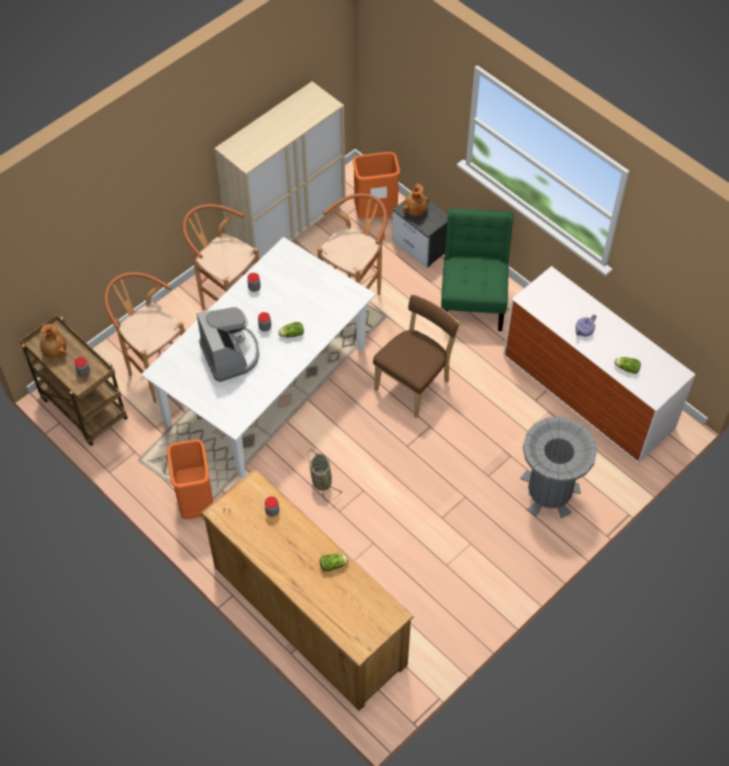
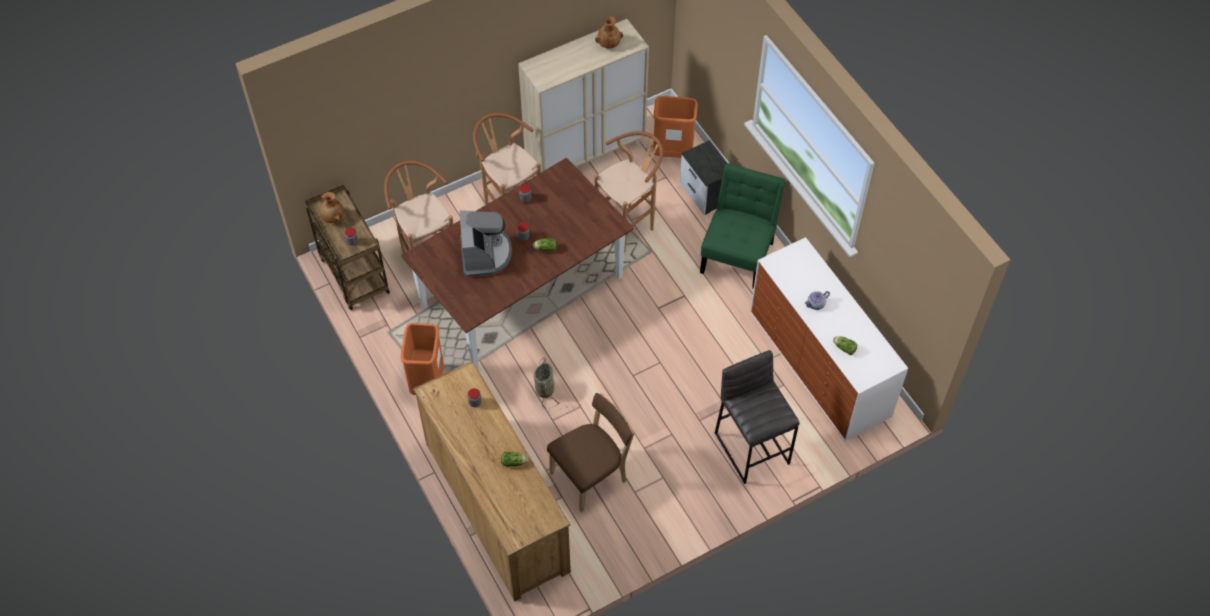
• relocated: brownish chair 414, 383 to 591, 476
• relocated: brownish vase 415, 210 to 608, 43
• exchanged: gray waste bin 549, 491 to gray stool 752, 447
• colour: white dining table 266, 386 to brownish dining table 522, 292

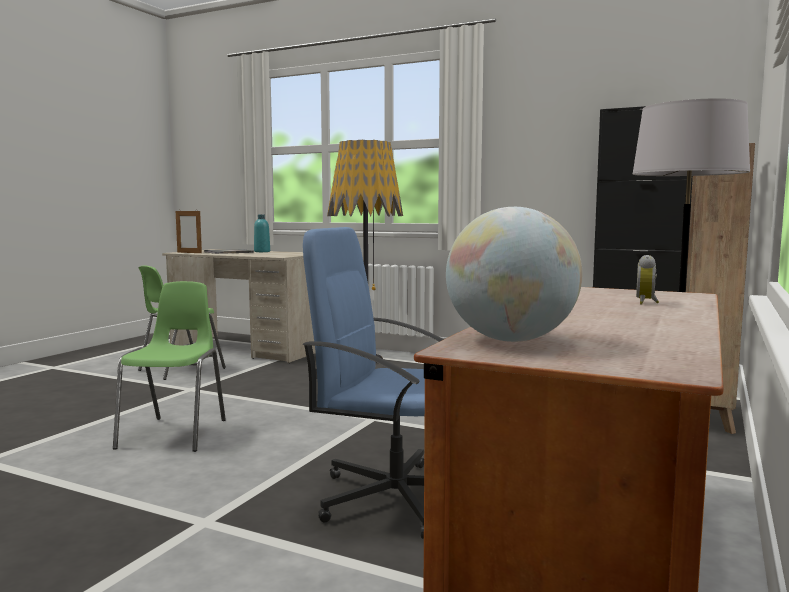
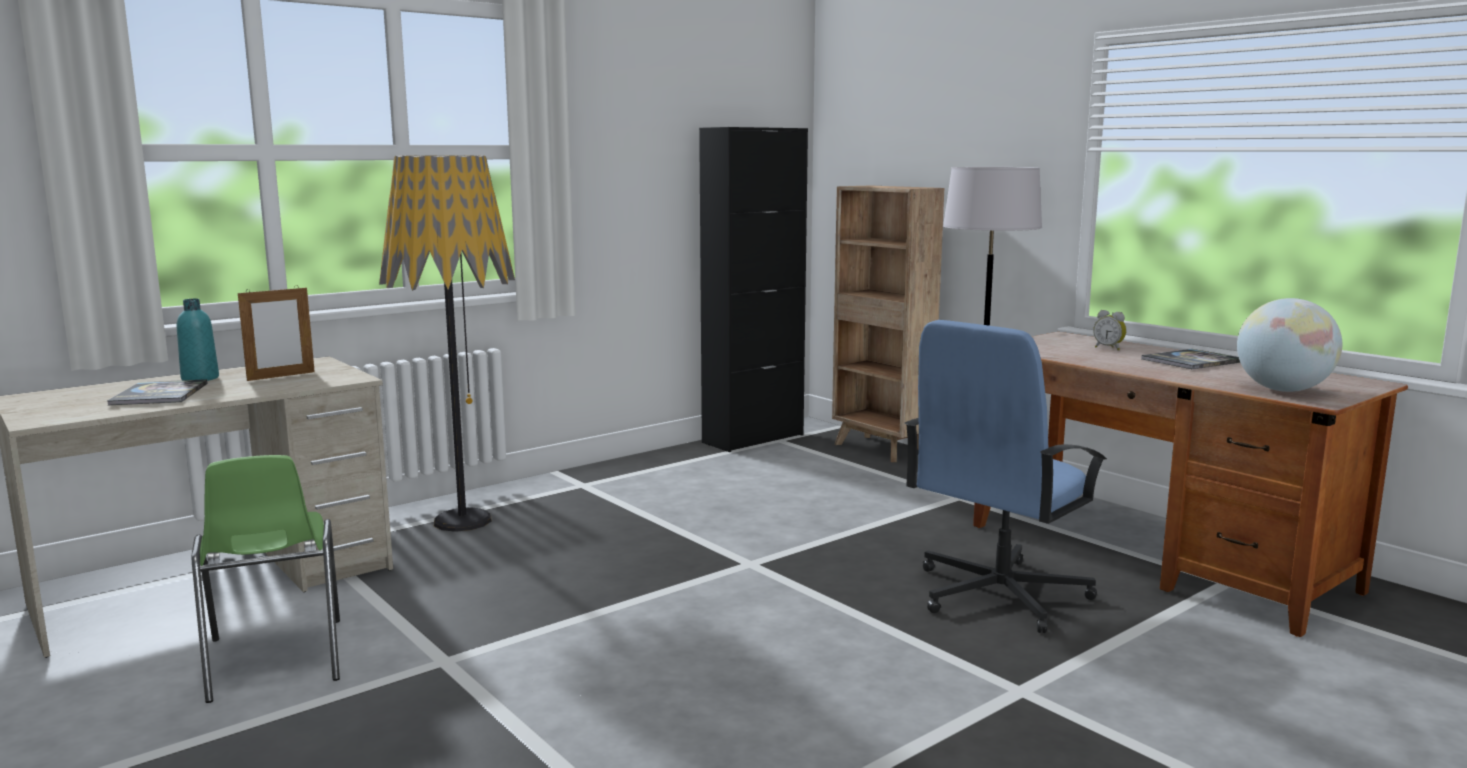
• missing: greenish chair 175, 433
• appeared: bound book 1191, 361
• relocated: photo frame 189, 252 to 281, 376

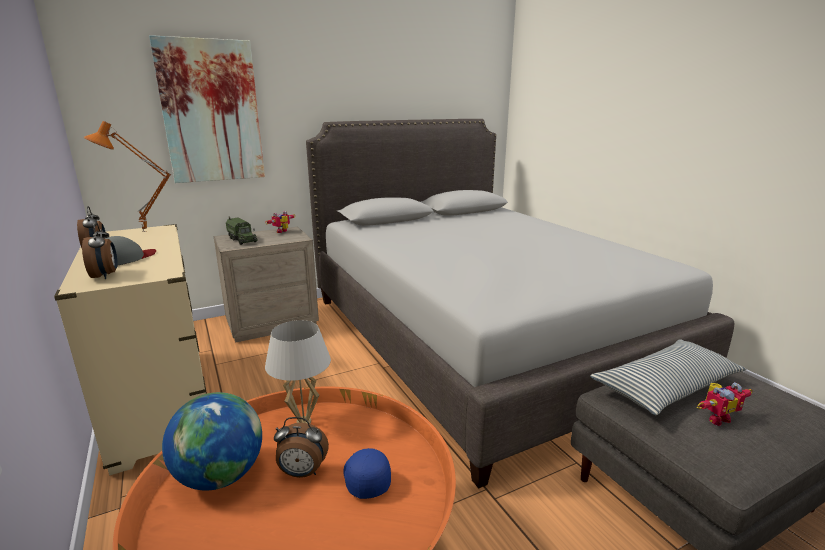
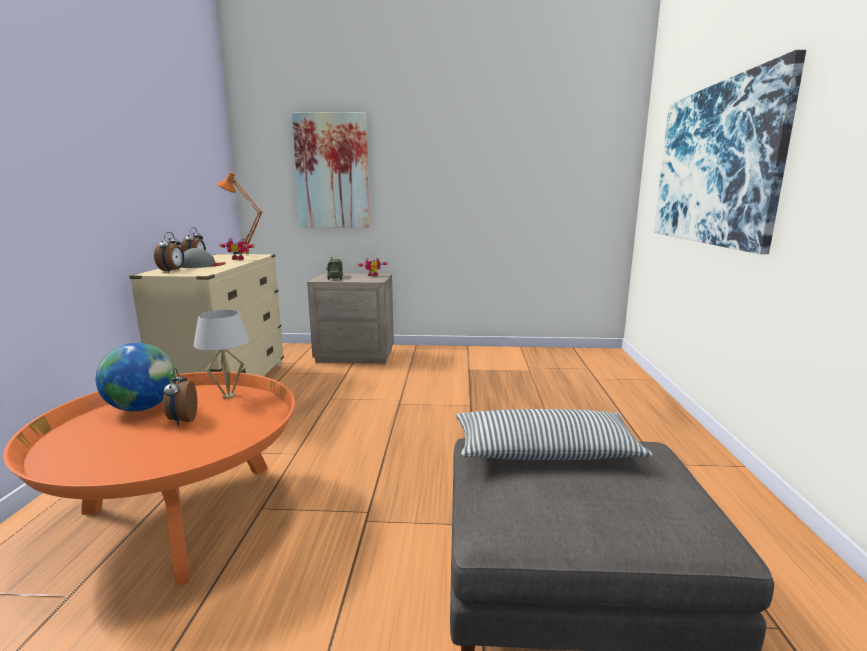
• missing: gray bed 480, 337
• missing: blue baseball cap 365, 478
• appeared: picture 714, 165
• relocated: model robot 715, 418 to 239, 259
• spun: table clock 302, 473 = 182, 420 45 degrees clockwise

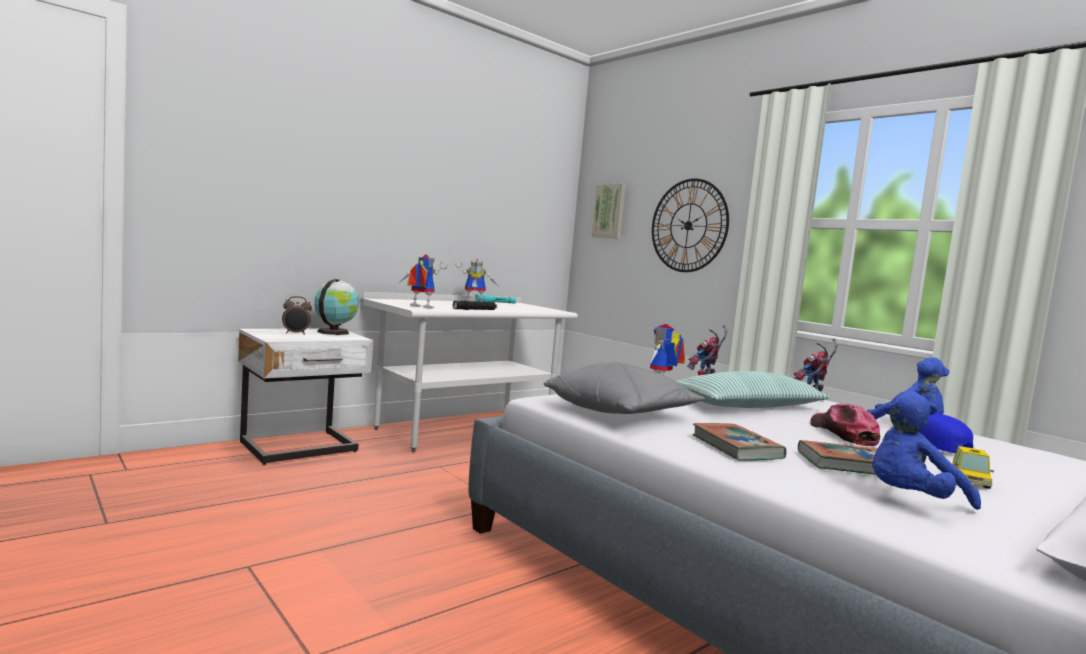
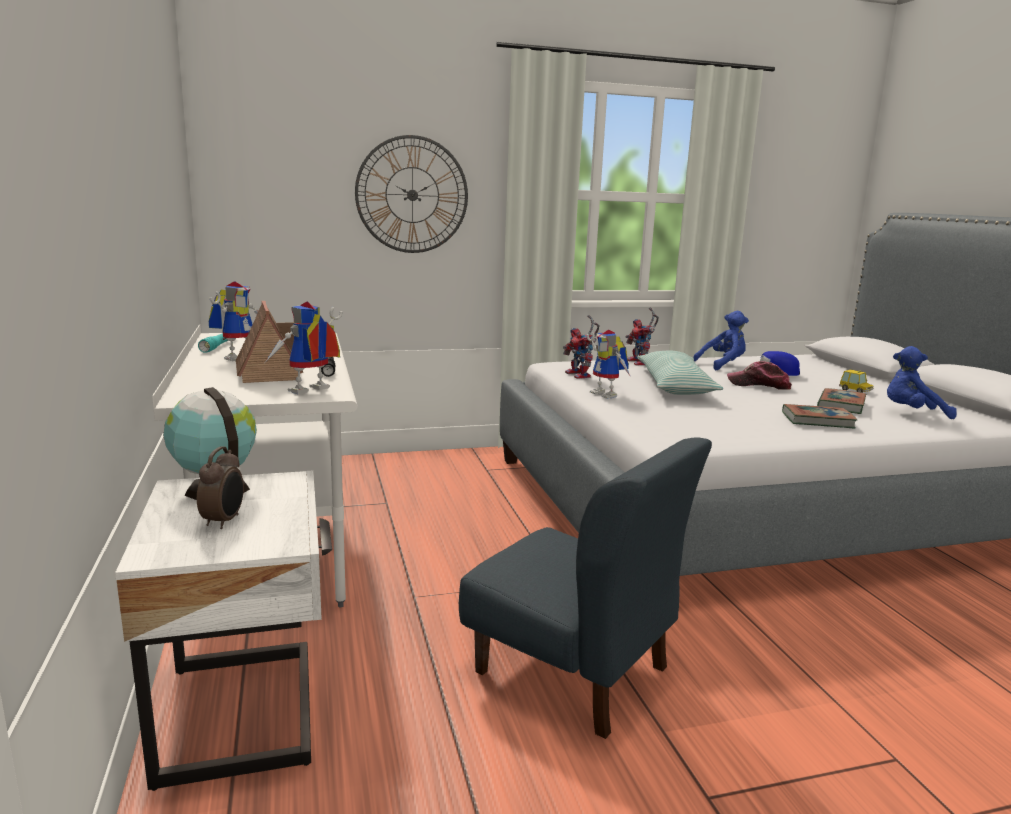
• missing: gray cushion 621, 413
• missing: picture 610, 211
• appeared: model house 268, 373
• appeared: blue chair 573, 670
• spun: blue cuddly toy 910, 501 = 912, 413 90 degrees clockwise

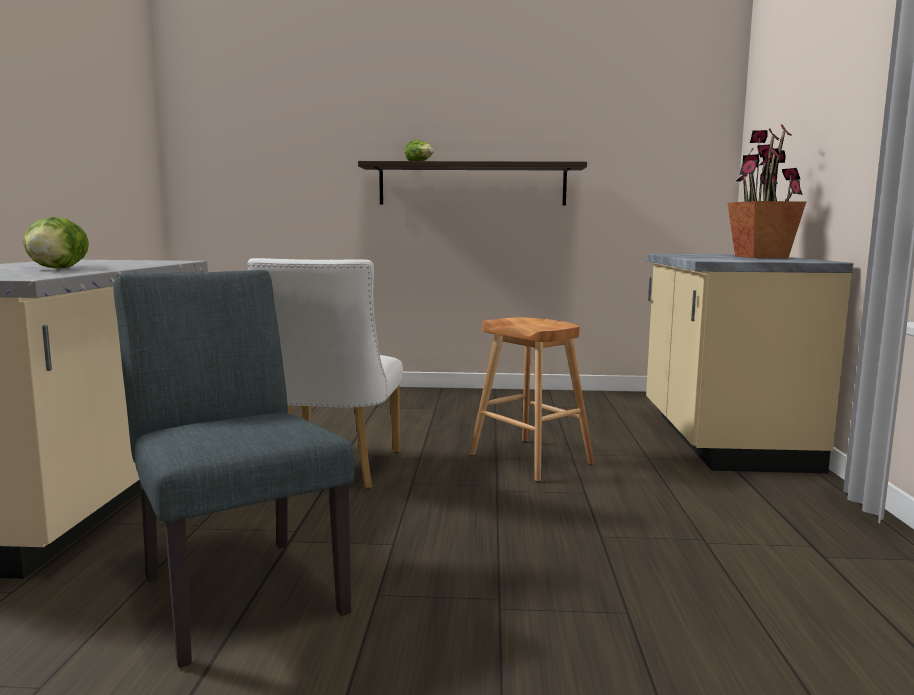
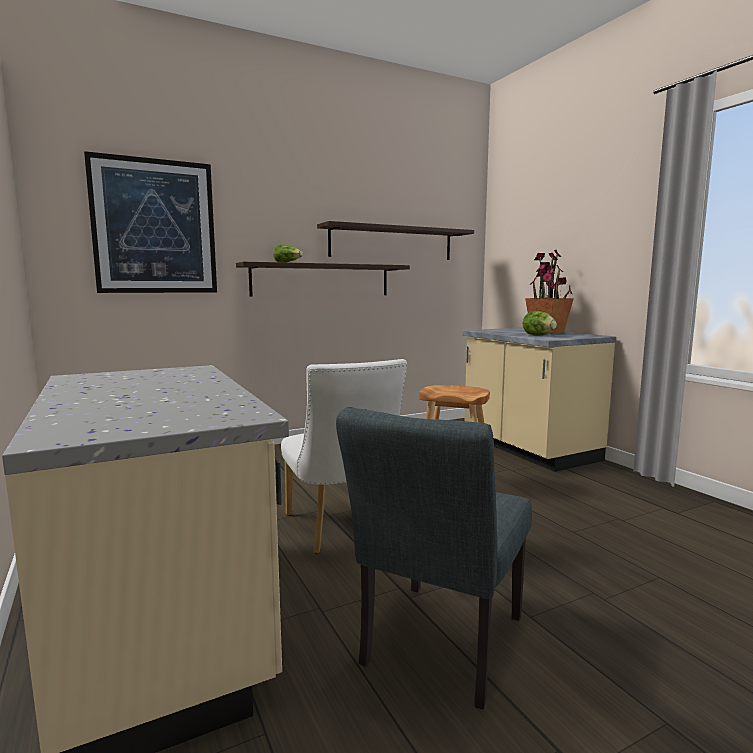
• appeared: picture 155, 227
• appeared: bracket shelf 392, 243
• relocated: head of lettuce 57, 269 to 538, 335
• spun: gray chair 237, 587 = 438, 648 90 degrees counterclockwise

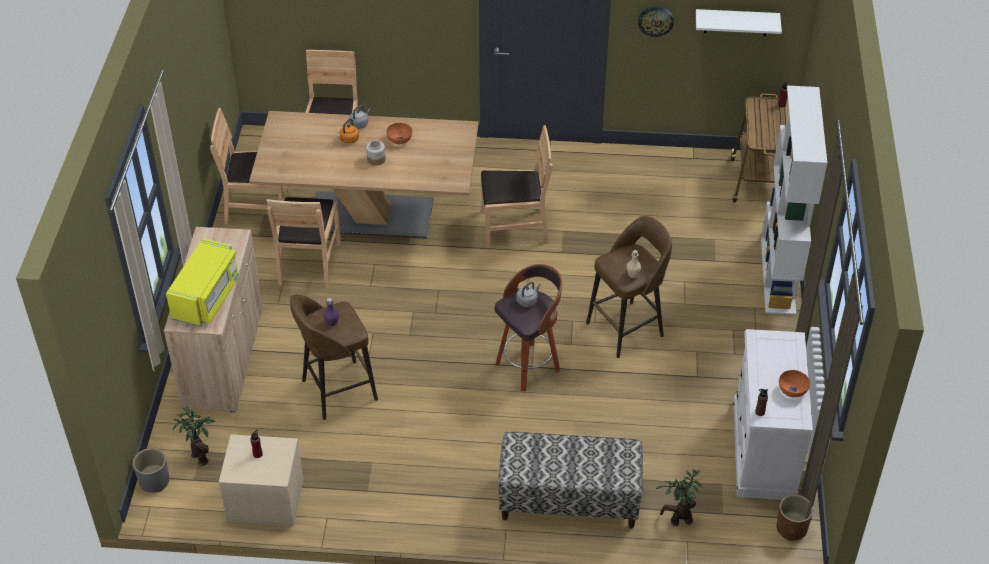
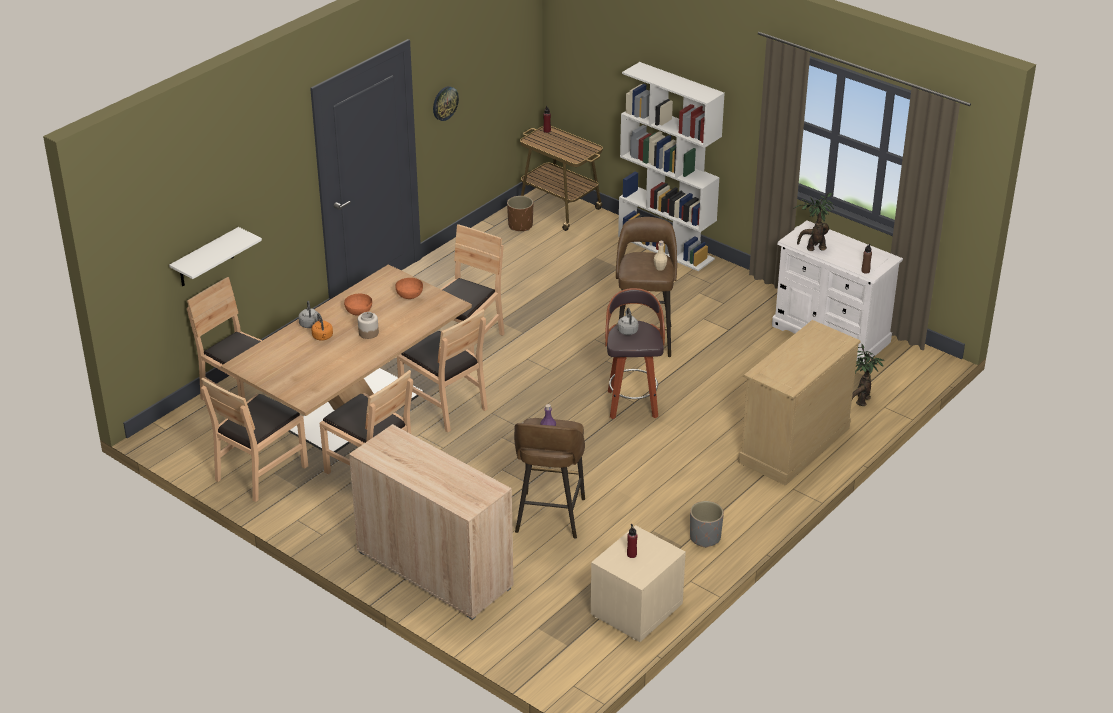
• missing: yellow-coloured microwave 207, 297
• appeared: brownish chair 444, 405
• relocated: gray planter 154, 481 to 705, 538
• relocated: potted plant 200, 456 to 813, 248
• relocated: white bracket shelf 736, 22 to 206, 258
• relocated: brownish planter 791, 528 to 520, 226
• relocated: orangey bowl 792, 390 to 409, 295
• exchanged: bench 568, 501 to beige dresser 793, 445

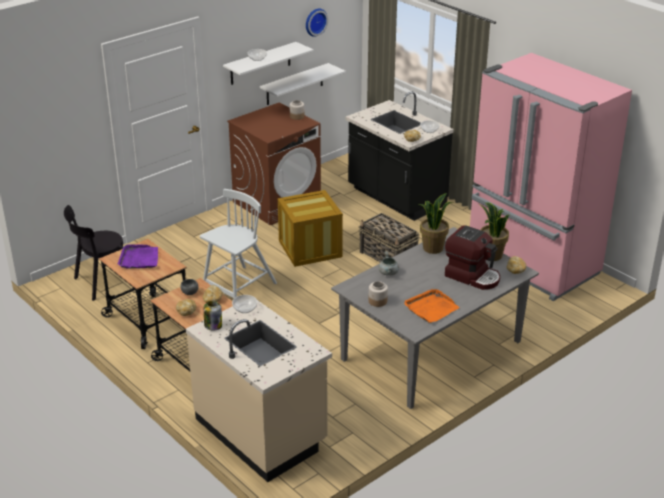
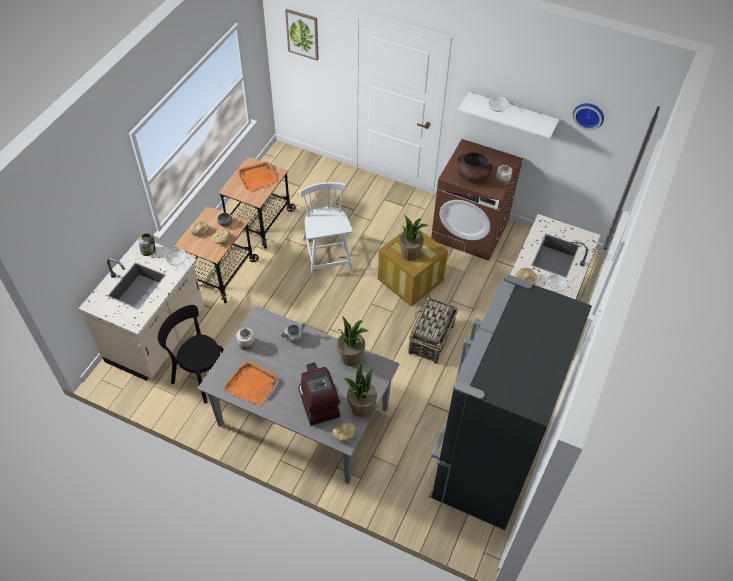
• missing: white bracket shelf 294, 84
• appeared: picture 302, 34
• appeared: potted plant 410, 254
• appeared: brownish saucepot 472, 176
• relocated: blackish chair 101, 283 to 200, 375
• colour: purple-coloured tray 139, 259 to orangey tray 257, 177
• colour: pinkish refrigerator 531, 265 to blackish refrigerator 485, 461
• spun: white chair 238, 288 = 327, 255 120 degrees counterclockwise
• spun: coffee machine 472, 276 = 317, 402 150 degrees clockwise

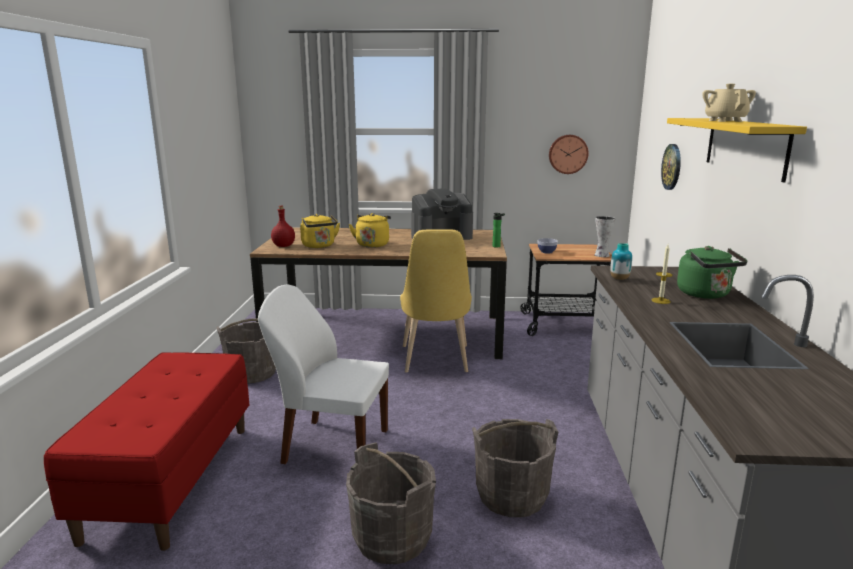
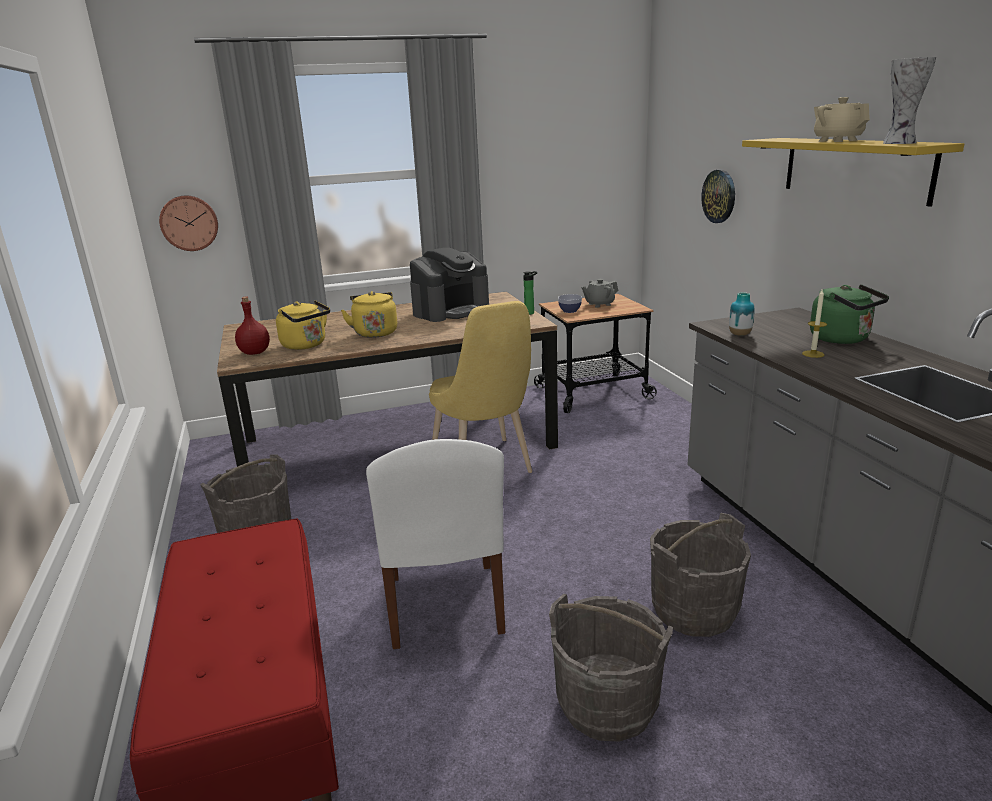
• appeared: gray teapot 599, 304
• relocated: hanging clock 568, 154 to 189, 223
• relocated: vase 601, 255 to 898, 143
• spun: white chair 333, 446 = 444, 607 90 degrees counterclockwise

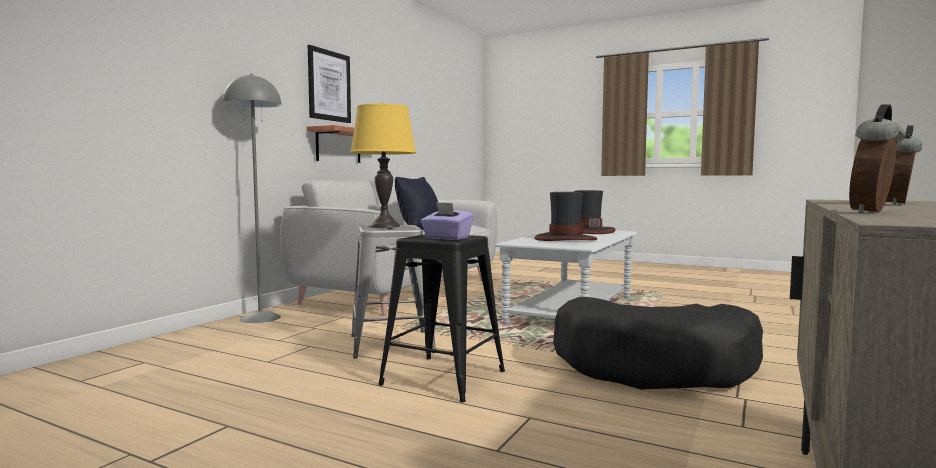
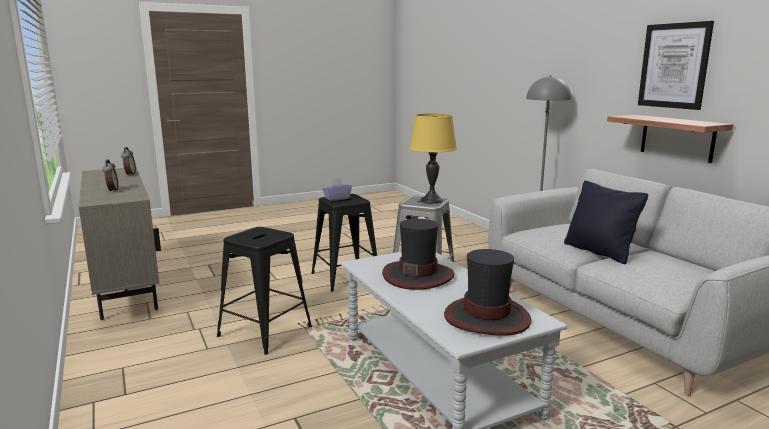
• exchanged: blackish dog bed 654, 366 to blackish stool 265, 331

